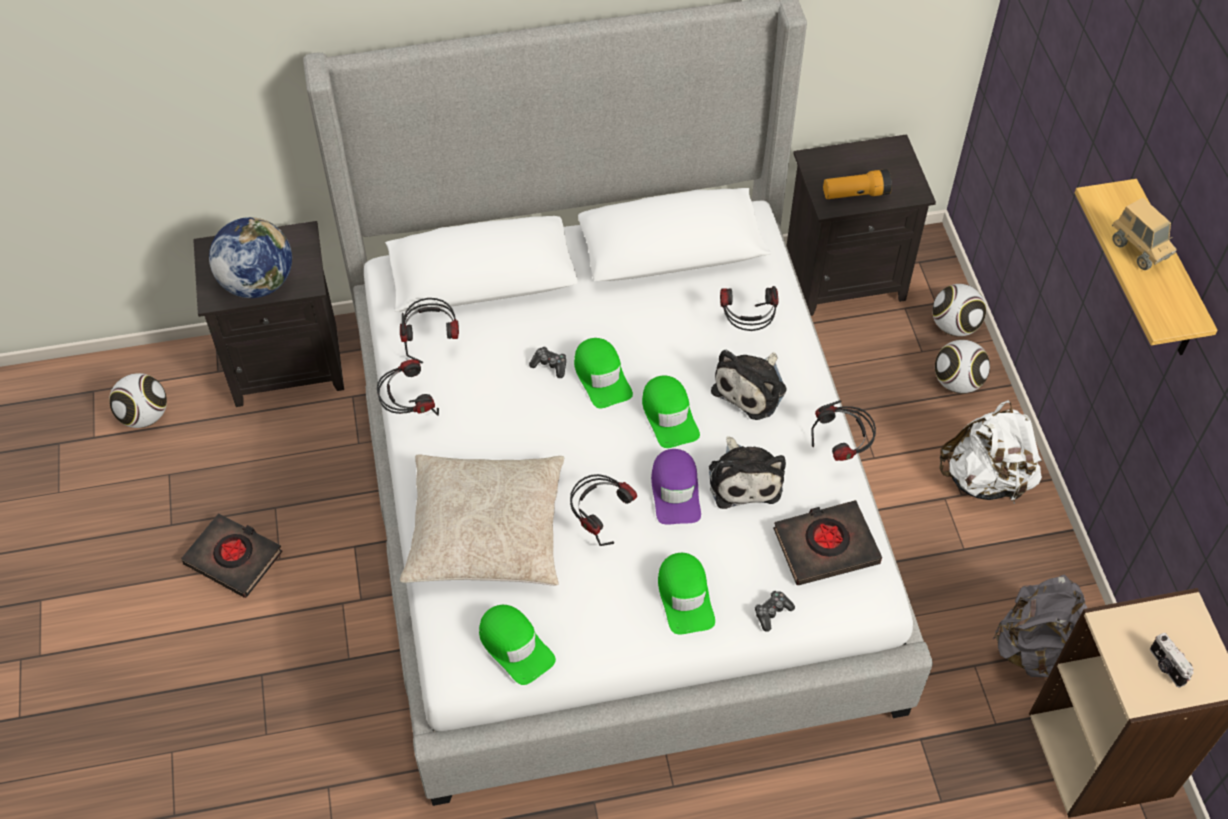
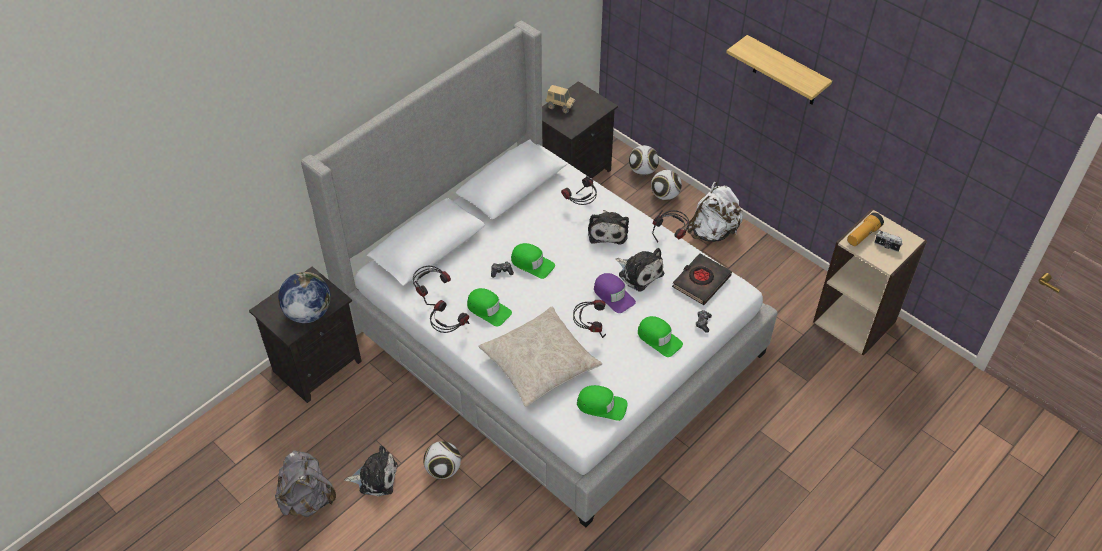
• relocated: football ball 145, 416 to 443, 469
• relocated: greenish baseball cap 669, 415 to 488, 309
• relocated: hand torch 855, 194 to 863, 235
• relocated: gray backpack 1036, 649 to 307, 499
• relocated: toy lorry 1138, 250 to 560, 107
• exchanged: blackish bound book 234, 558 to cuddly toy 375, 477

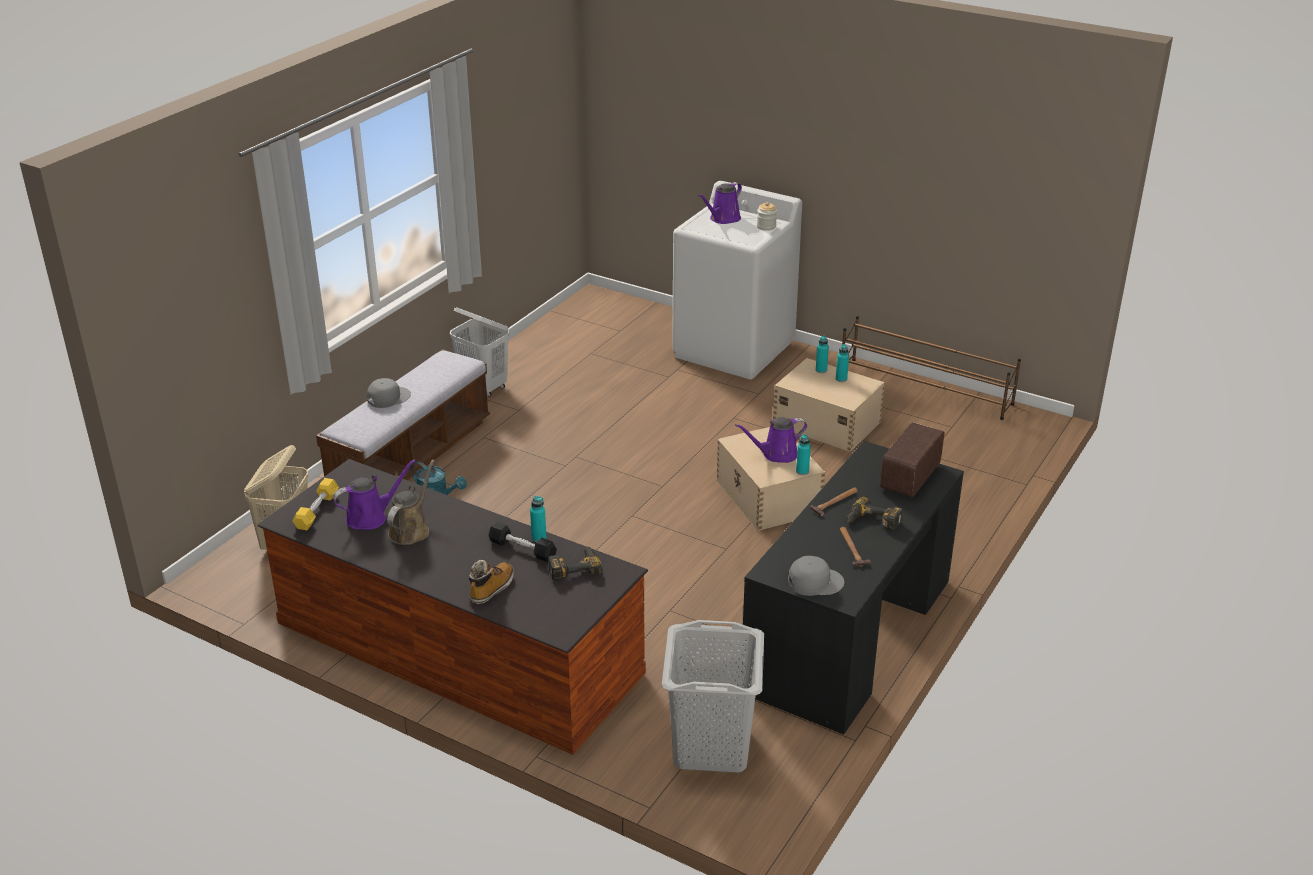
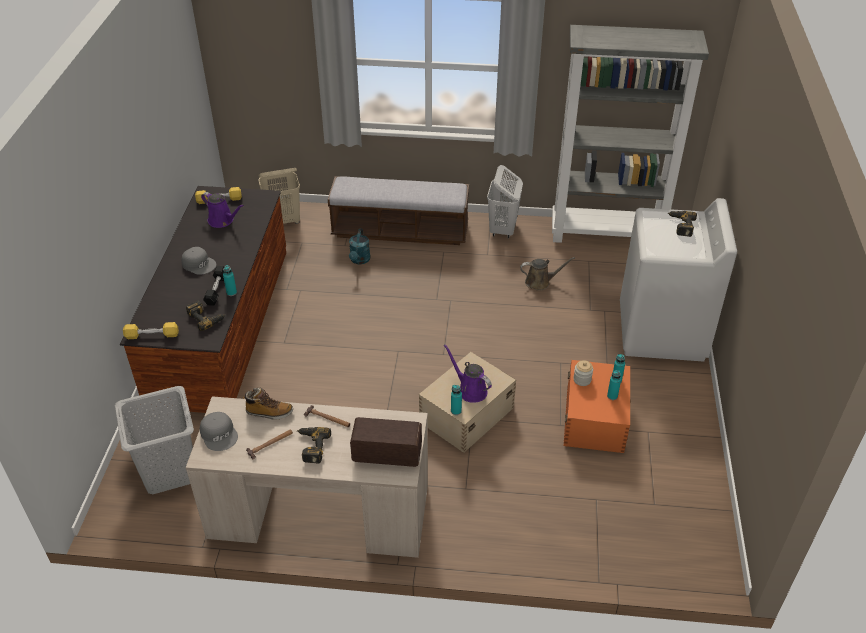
• missing: brownish shoe rack 926, 389
• appeared: yellow-coloured dumbbell 152, 335
• appeared: gray bookcase 607, 234
• relocated: gray baseball cap 388, 397 to 199, 264
• relocated: brownish sprinkling can 411, 530 to 540, 282
• relocated: tall boot 492, 589 to 269, 412
• relocated: preserve jar 766, 226 to 582, 380
• exchanged: purple-coloured sprinkling can 723, 219 to electric drill 680, 225
• colour: blackish desk 847, 634 to beige desk 319, 510
• colour: beige storage bin 826, 423 to orangey storage bin 595, 418

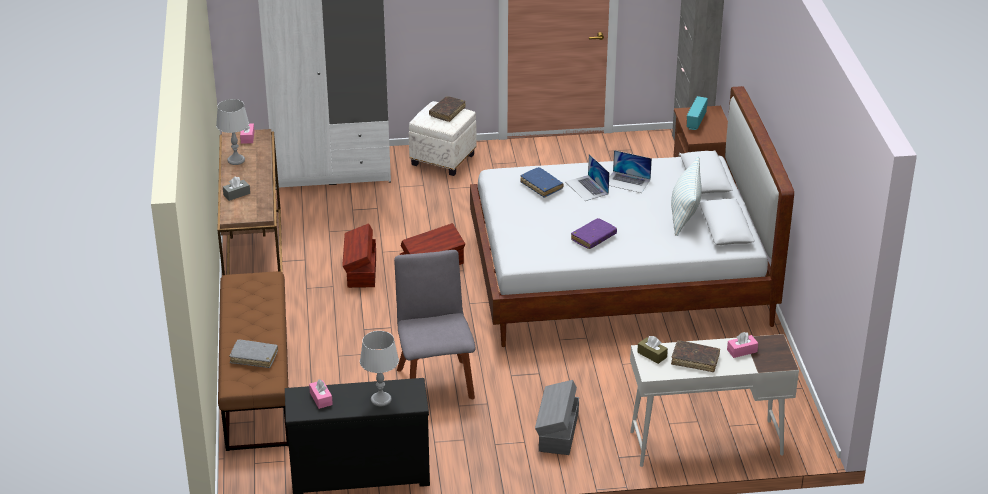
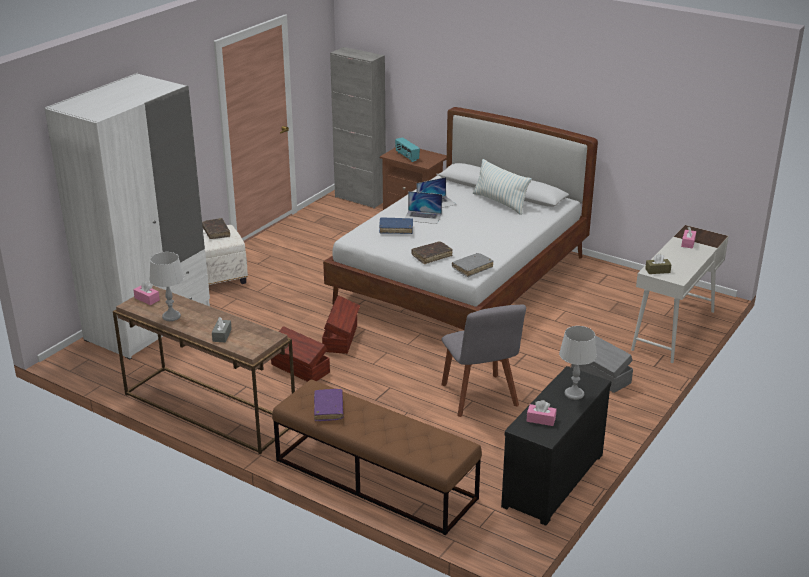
• relocated: gray bound book 254, 357 to 472, 268
• relocated: purple-coloured bound book 593, 238 to 328, 409
• relocated: brownish bound book 695, 360 to 431, 256
• spun: gray chair 435, 380 = 480, 397 135 degrees counterclockwise

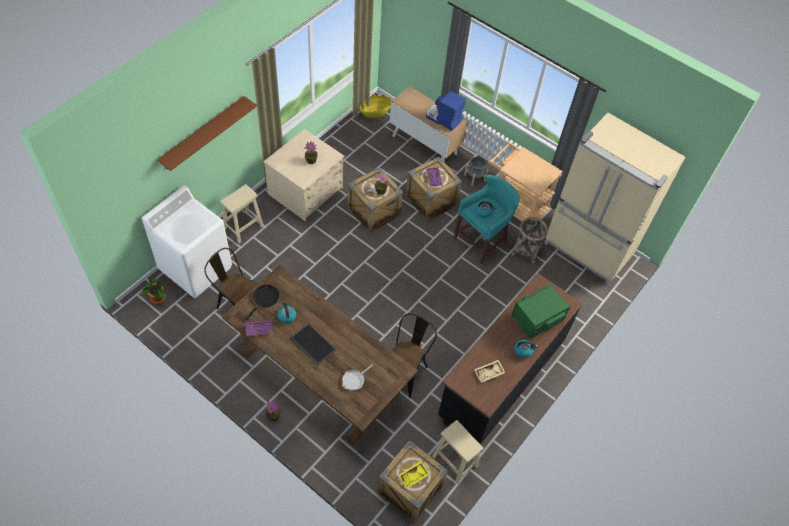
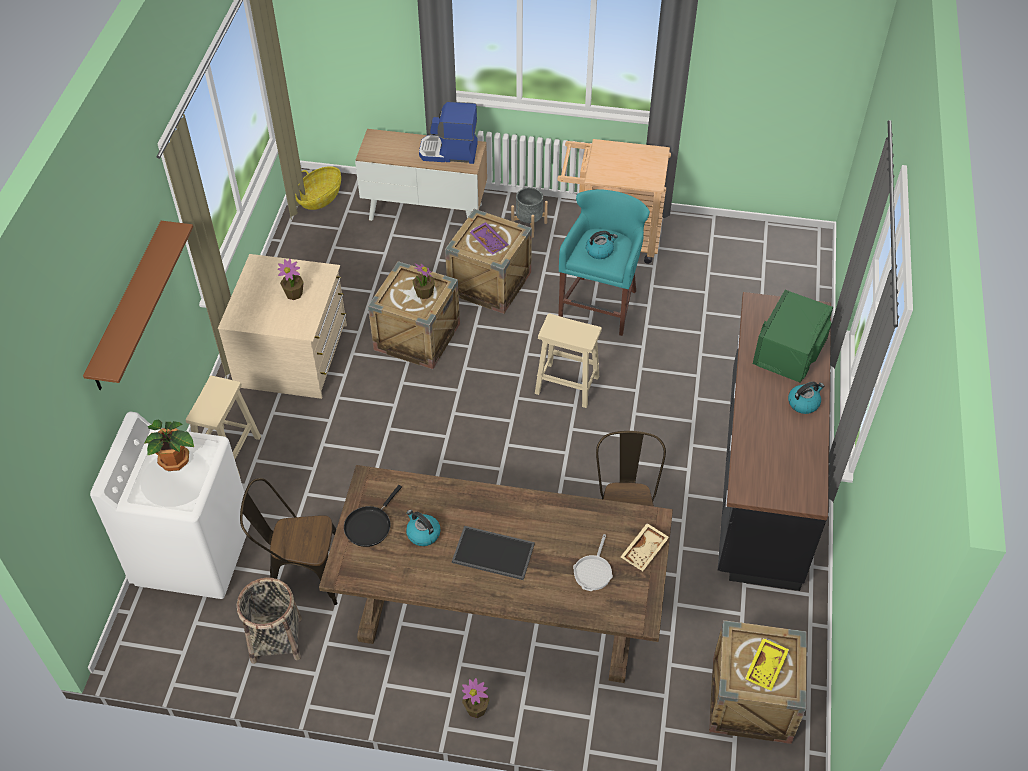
• missing: purple-coloured tray 259, 329
• missing: beige refrigerator 587, 250
• relocated: potted plant 158, 299 to 175, 461
• relocated: beige stool 455, 461 to 568, 385
• relocated: beige tray 489, 373 to 645, 551
• relocated: basket 526, 250 to 276, 639
• spun: blackish pan 265, 299 = 370, 525 150 degrees counterclockwise

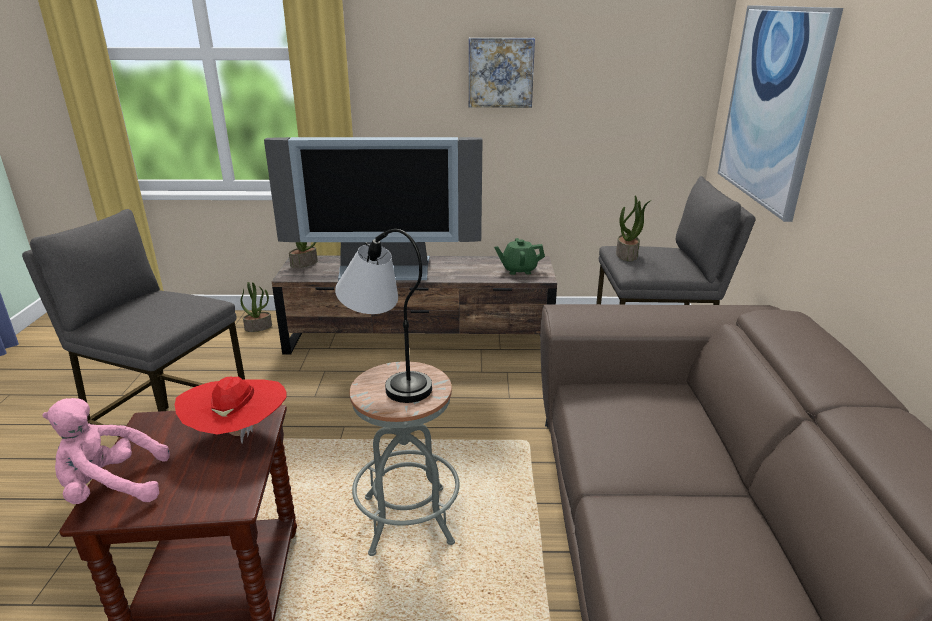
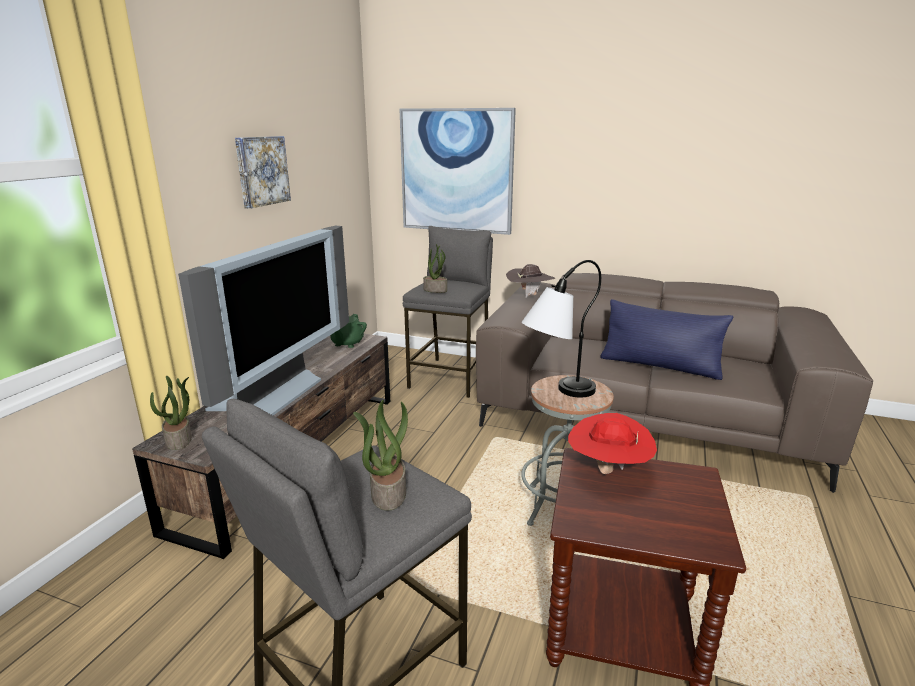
• missing: pinkish cuddly toy 111, 488
• appeared: brownish clothing hat 529, 295
• appeared: blue cushion 659, 366
• relocated: potted plant 258, 327 to 387, 492

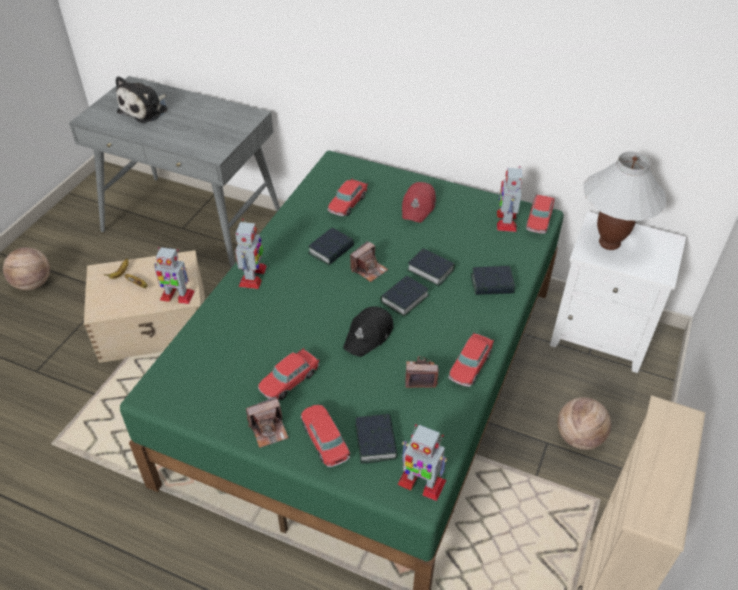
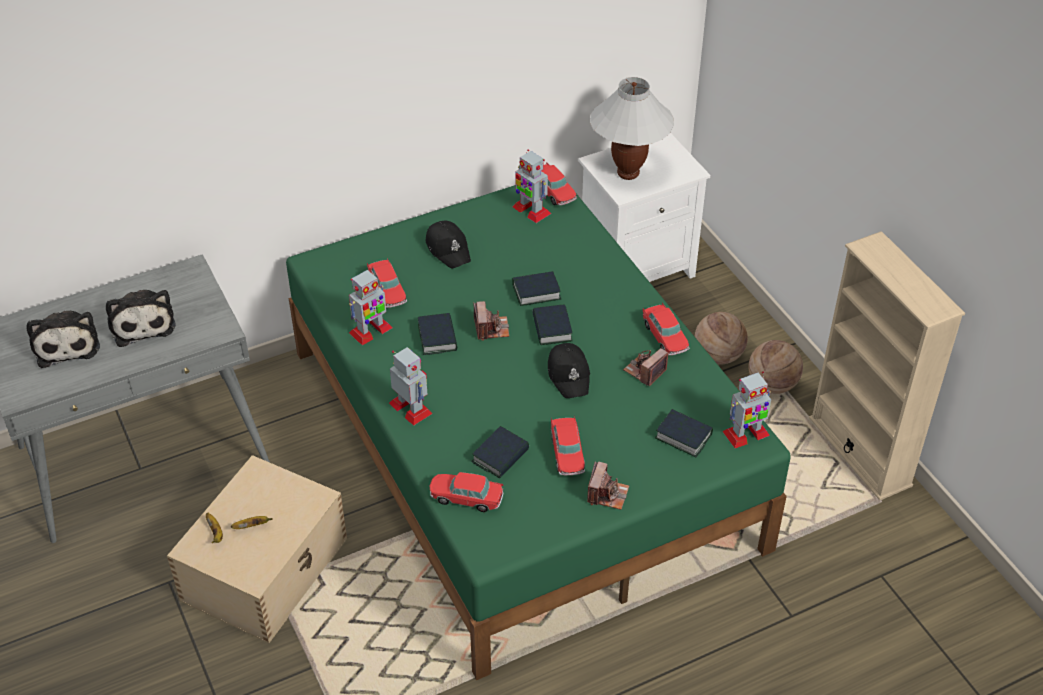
• appeared: cuddly toy 142, 323
• relocated: basketball ball 33, 284 to 772, 385
• relocated: model robot 176, 295 to 370, 331
• relocated: miniature car 325, 440 to 466, 498
• relocated: bound book 492, 284 to 500, 456
• colour: reddish baseball cap 419, 207 to blackish baseball cap 449, 249

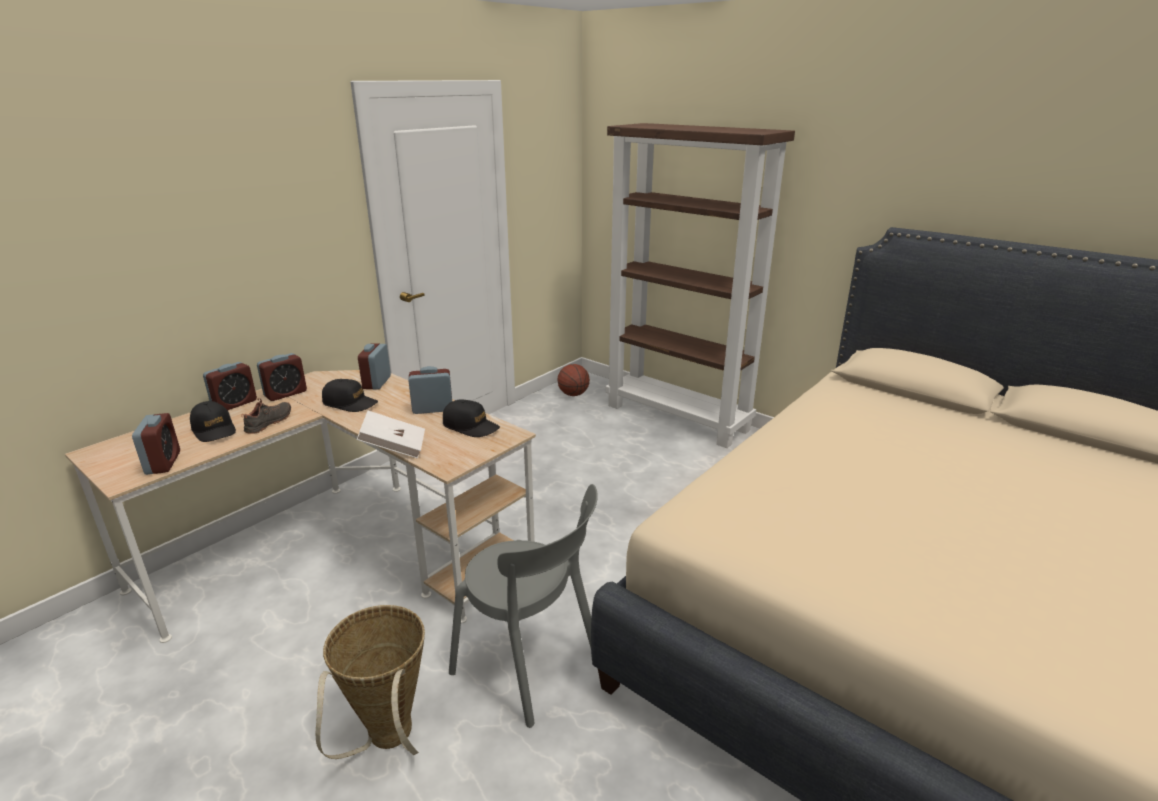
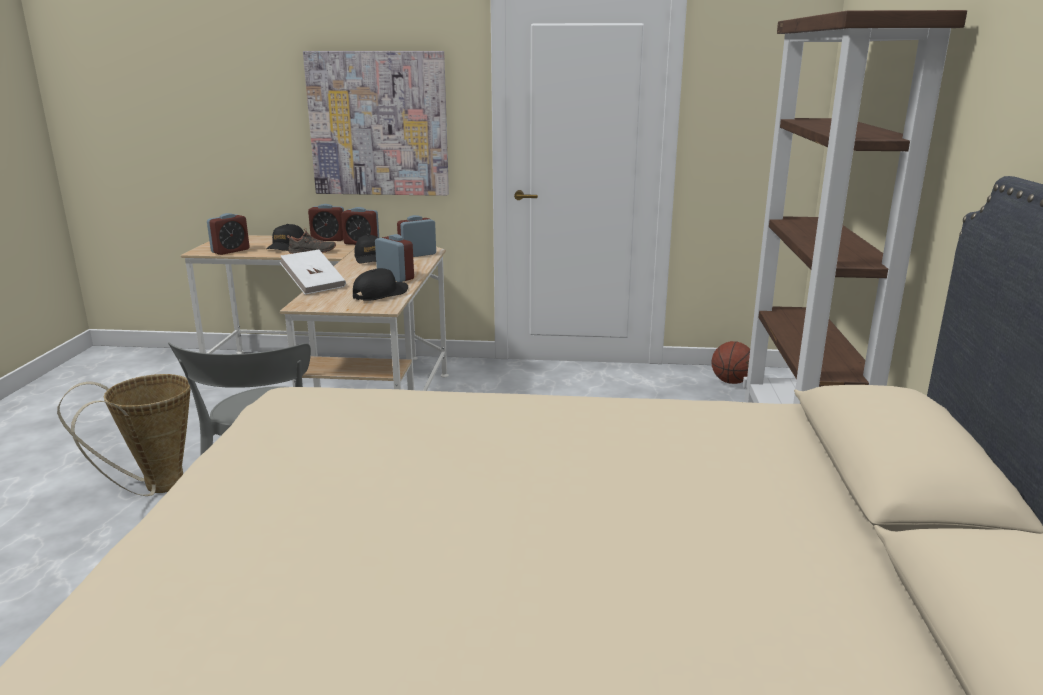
• appeared: picture 378, 124
• spun: blackish baseball cap 471, 426 = 380, 294 135 degrees counterclockwise

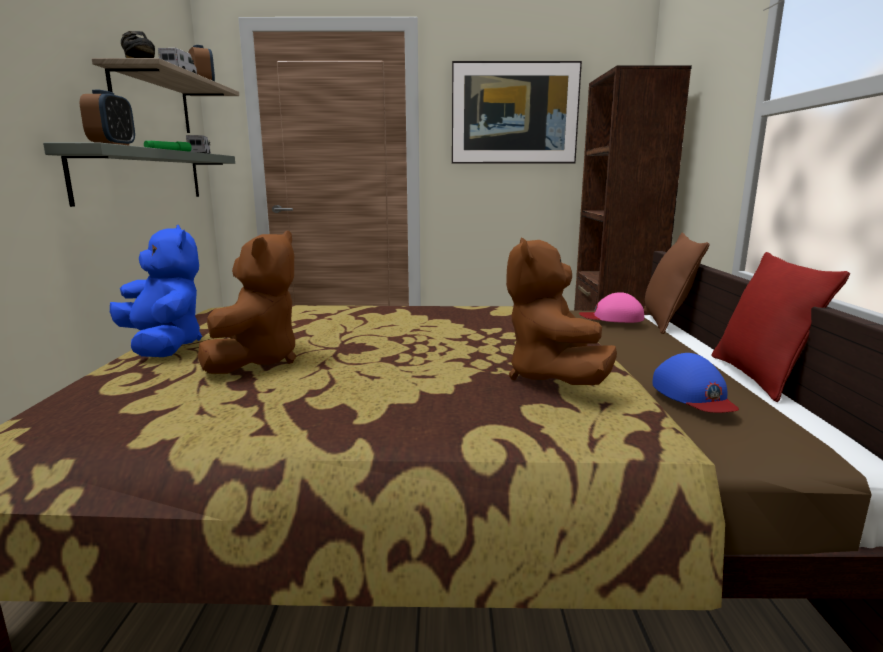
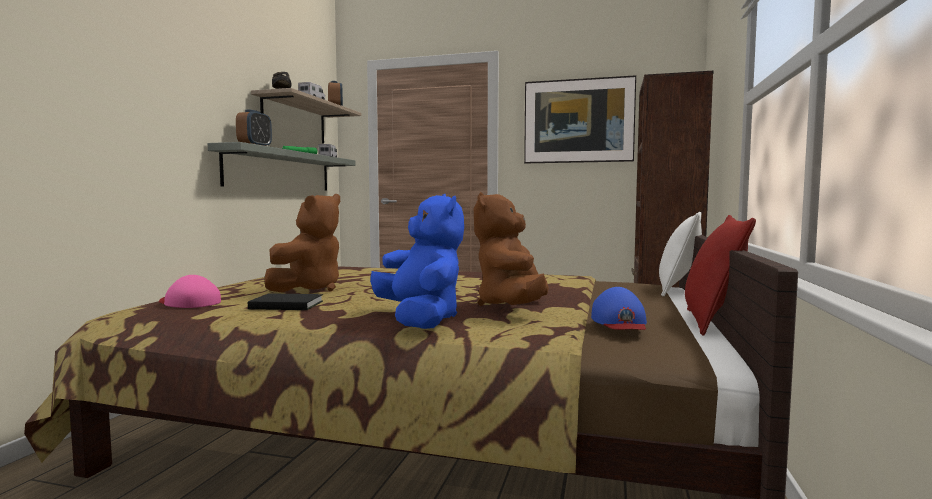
• appeared: blackish bound book 285, 305
• relocated: blue cuddly toy 163, 346 to 420, 320
• relocated: pinkish baseball cap 612, 317 to 189, 302
• colour: brownish cushion 666, 322 to white cushion 678, 290

